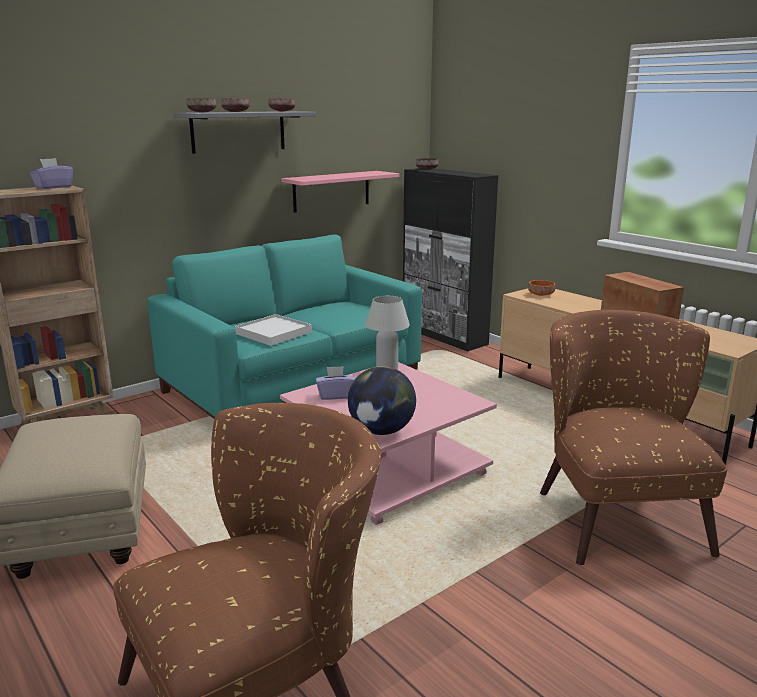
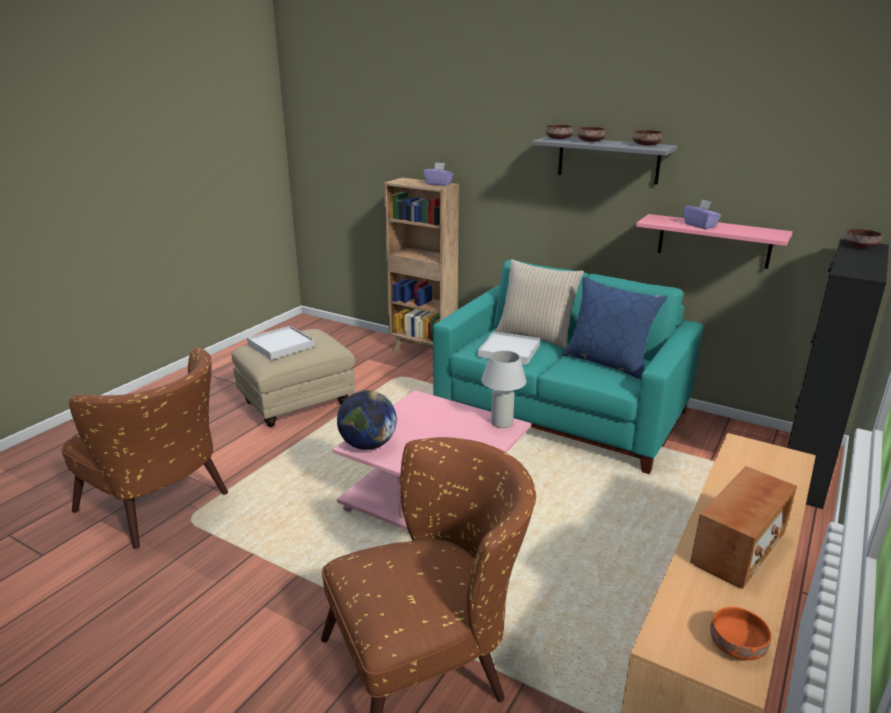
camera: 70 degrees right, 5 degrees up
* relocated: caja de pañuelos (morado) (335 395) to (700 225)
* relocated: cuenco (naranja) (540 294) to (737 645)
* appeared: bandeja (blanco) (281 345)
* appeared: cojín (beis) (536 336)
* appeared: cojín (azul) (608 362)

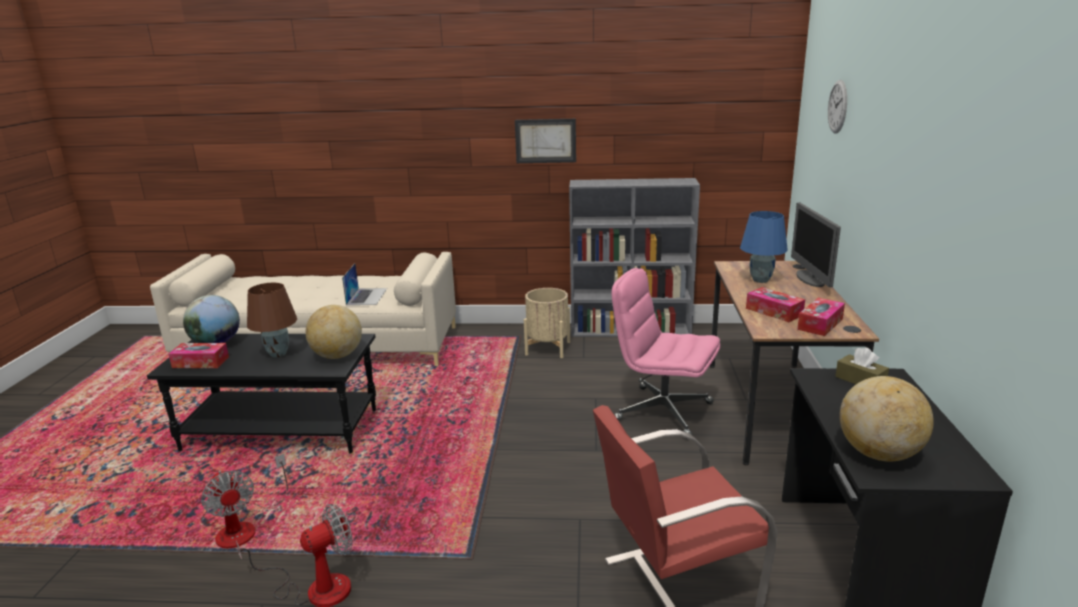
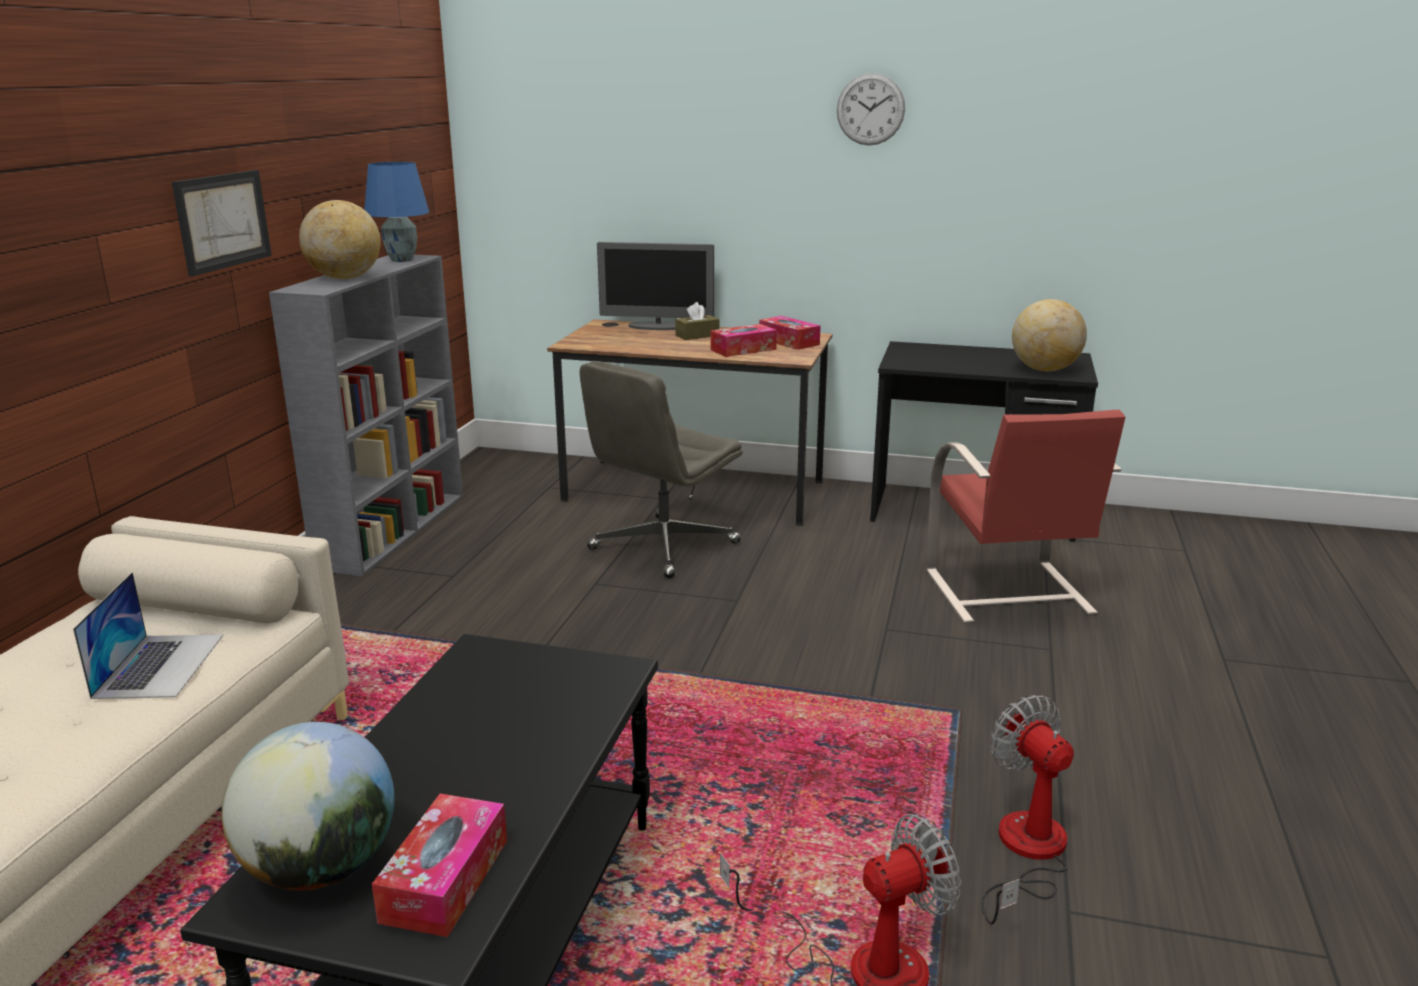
camera: 80 degrees left, 0 degrees up
* missing: lámpara de mesa (marrón) (277 354)
* relocated: globo terráqueo (337 356) to (345 278)
* spun: portátil (367 296) = (159 665) 75 degrees clockwise
* missing: maceta (beis) (548 348)
* colour: silla de oficina (rosa) (662 412) to silla de oficina (gris) (663 547)
* relocated: lámpara de mesa (azul) (760 280) to (401 260)
* relocated: reloj de pared (838 106) to (870 109)
* relocated: caja de pañuelos (marrón) (860 380) to (697 335)

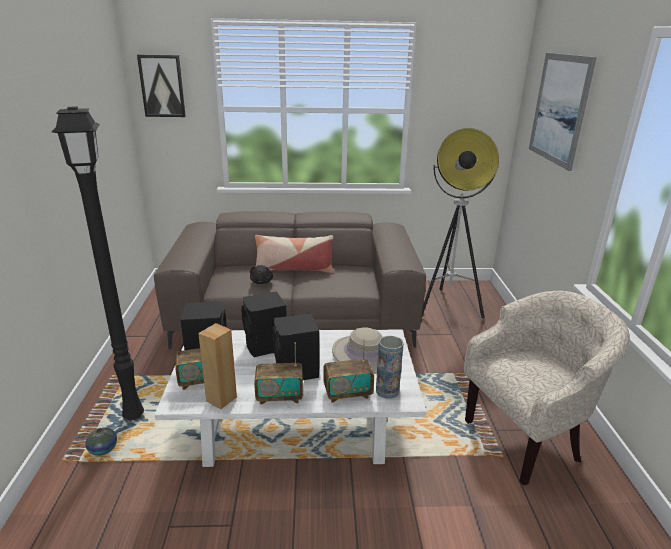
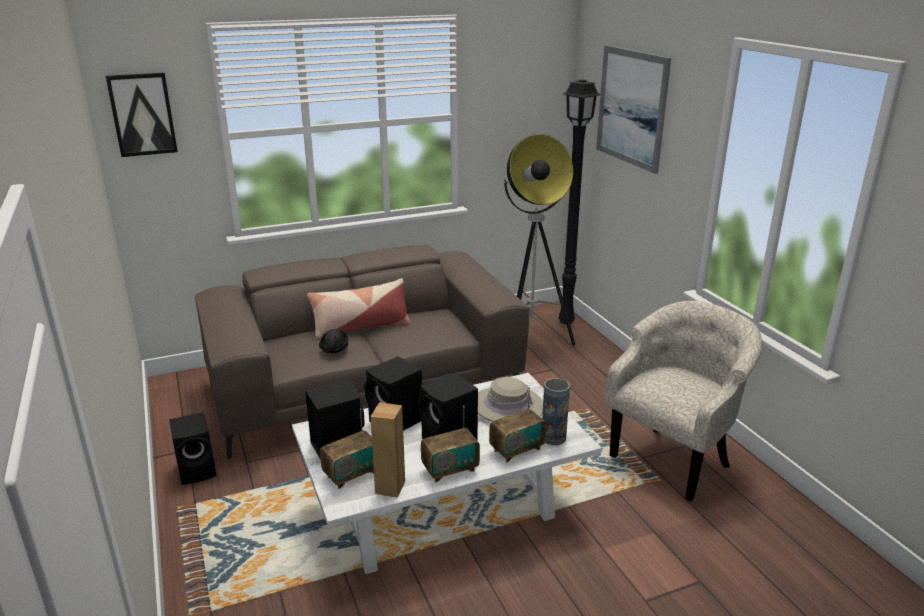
camera: 20 degrees left, 0 degrees up
* relocated: lámpara de pie (negro) (132 415) to (564 321)
* missing: florero (103 449)
* appeared: altavoz (negro) (198 470)

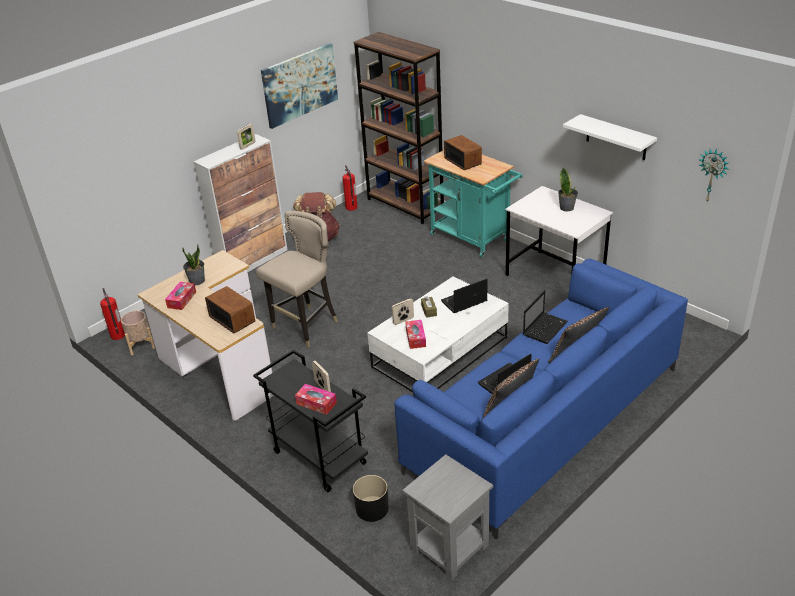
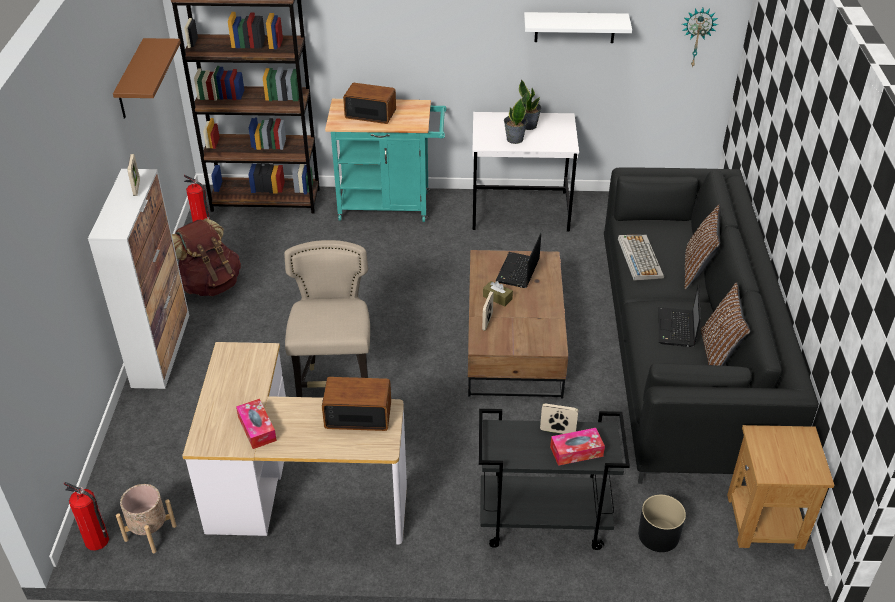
camera: 45 degrees left, 5 degrees up
* relocated: planta en maceta (197 281) to (514 139)
* exchanged: cuadro (300 85) to estante (marrón) (132 80)
* colour: mesa de centro (blanco) (439 353) to mesa de centro (marrón) (514 342)
* colour: sofá (azul) (544 419) to sofá (negro) (684 352)
* colour: mesa auxiliar (gris) (449 548) to mesa auxiliar (marrón) (765 522)
* missing: caja de pañuelos (415 338)
* exchanged: portátil (545 328) to teclado (639 257)

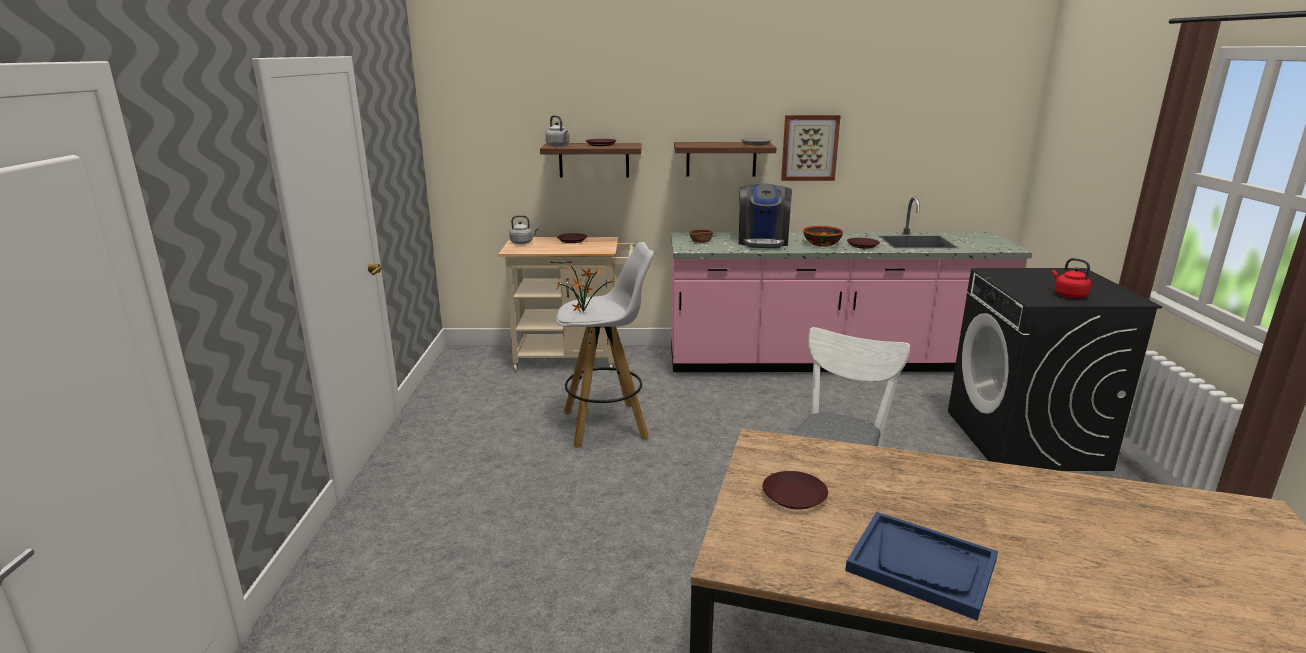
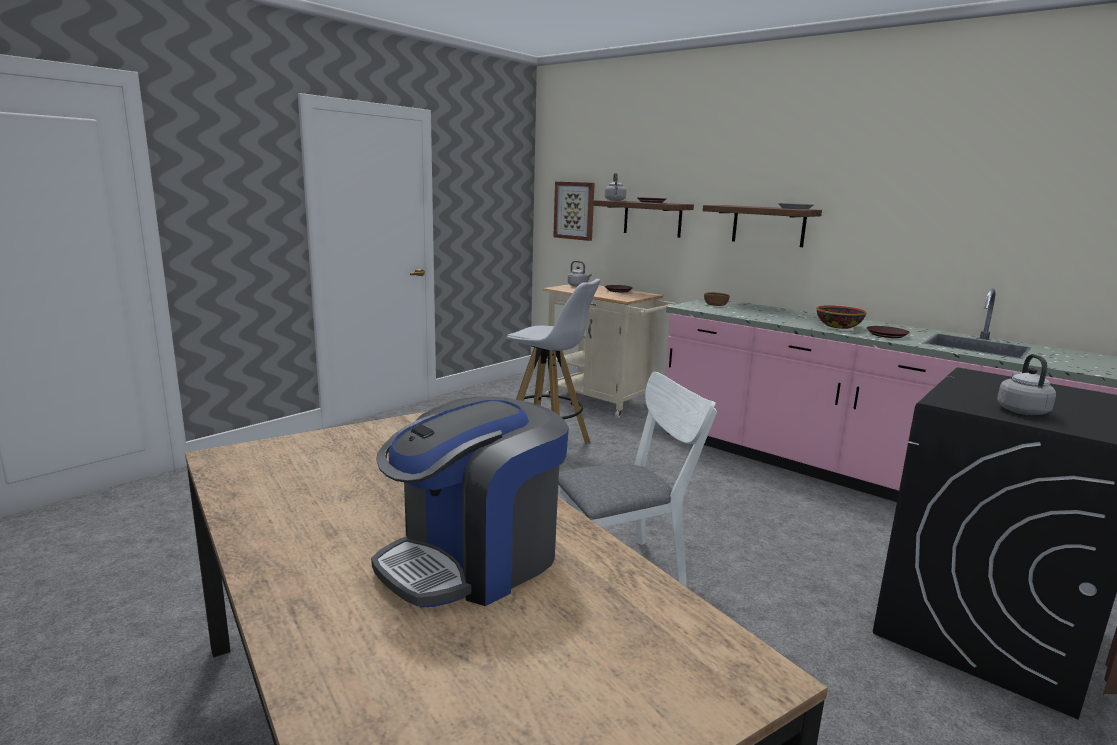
camera: 40 degrees right, 5 degrees down
* missing: planta en maceta (584 312)
* relocated: cafetera (763 241) to (474 560)
* missing: plato (marrón) (793 495)
* relocated: cuadro (809 147) to (574 210)
* missing: bandeja (azul) (921 566)
* colour: hervidor (rojo) (1068 295) to hervidor (gris) (1021 410)

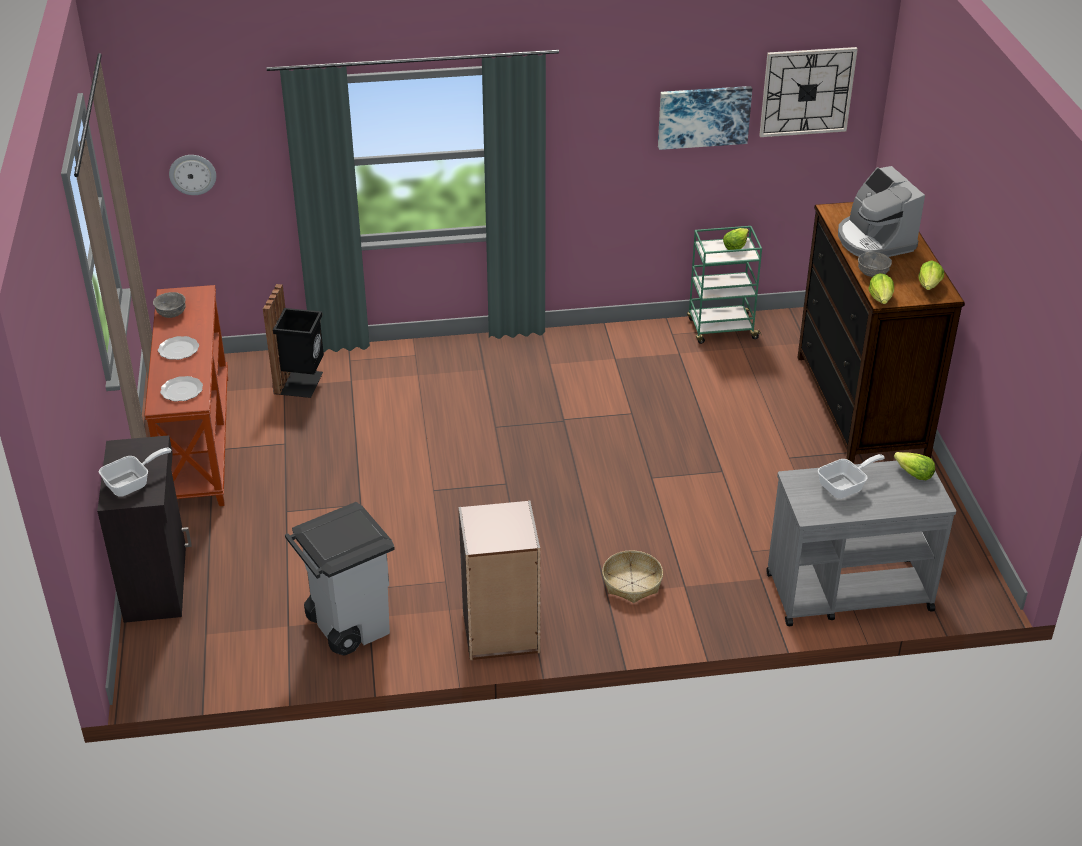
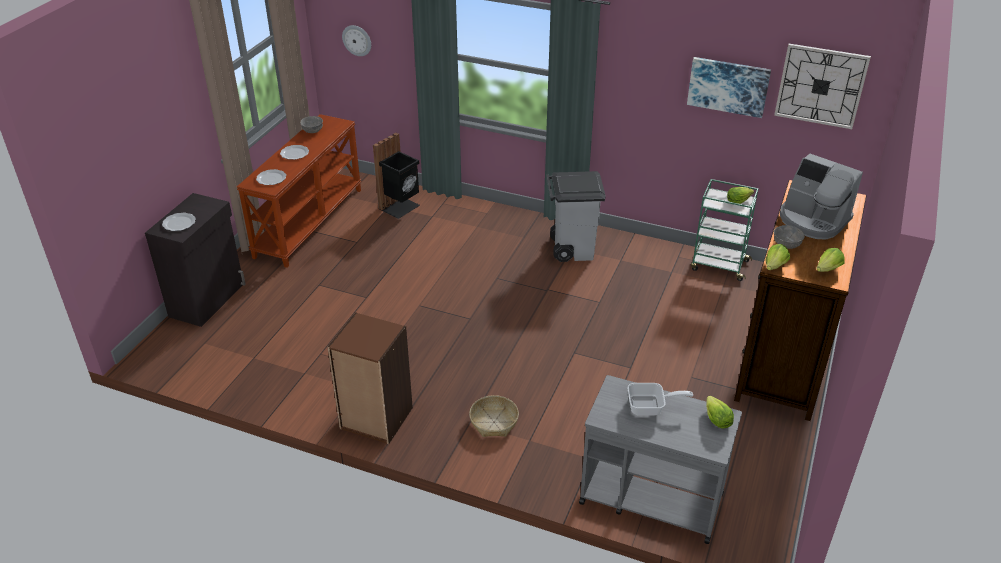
camera: 30 degrees right, 0 degrees up
* exchanged: sartén (132 483) to plato (179 223)
* relocated: papelera (gris) (347 626) to (571 249)
* spun: cafetera (874 240) = (813 220) 60 degrees counterclockwise

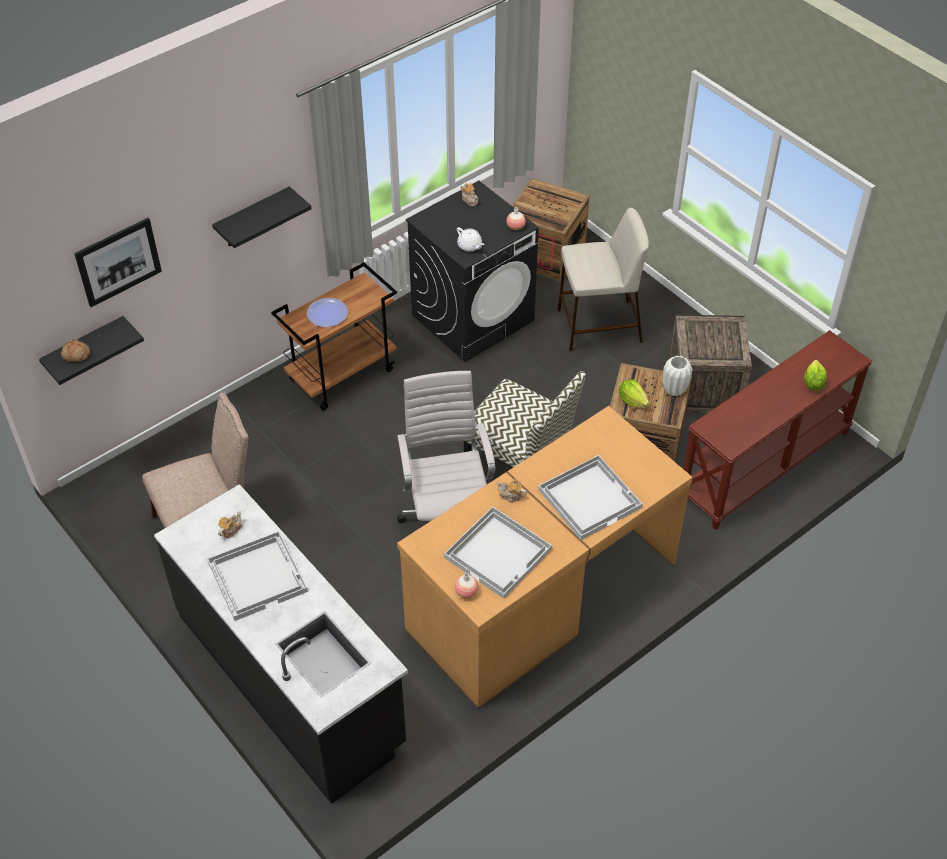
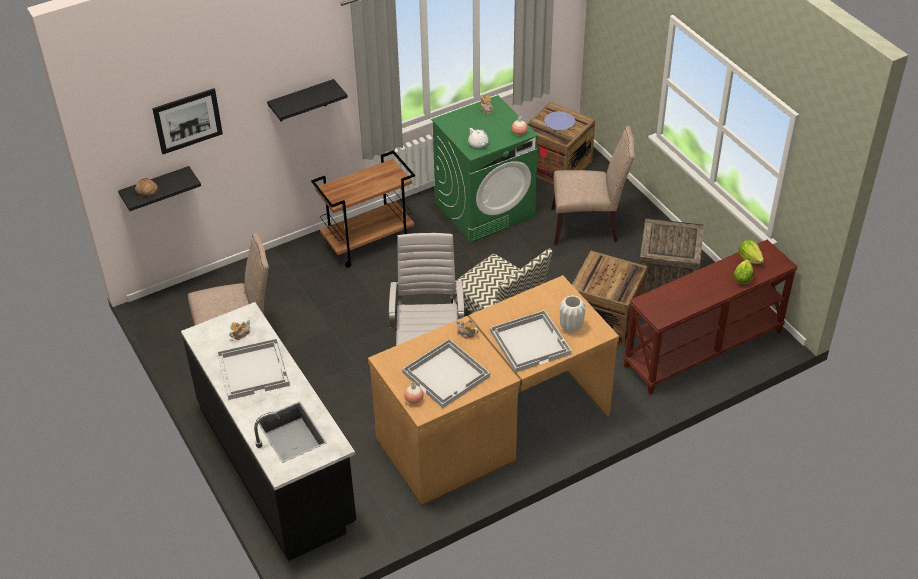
camera: 10 degrees right, 5 degrees down
* relocated: plato (327 313) to (559 122)
* colour: lavadora (negro) (473 317) to lavadora (verde) (485 209)
* exchanged: taburete (beis) (598 326) to silla (beis) (587 226)
* relocated: lechuga (632 400) to (749 258)
* relocated: florero (blanco) (674 390) to (570 327)

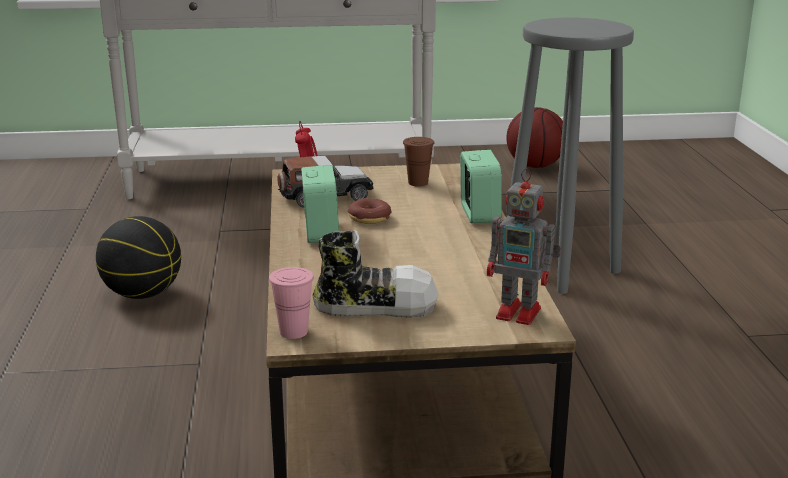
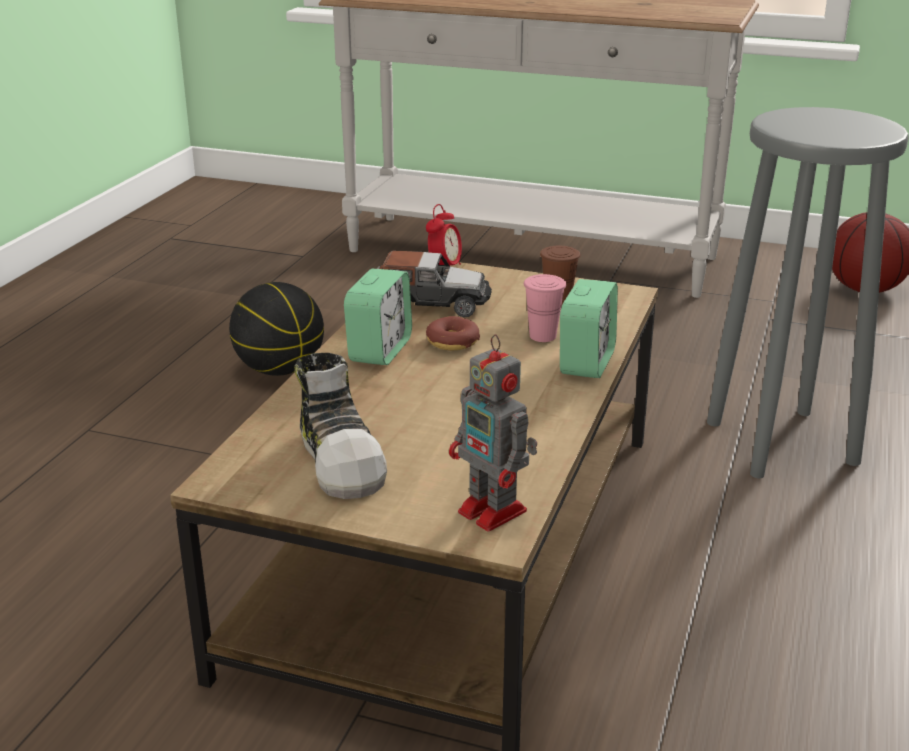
camera: 25 degrees right, 5 degrees up
* relocated: taza (rosa) (293 332) to (542 336)
* spun: zapato (375 305) = (342 460) 45 degrees clockwise

